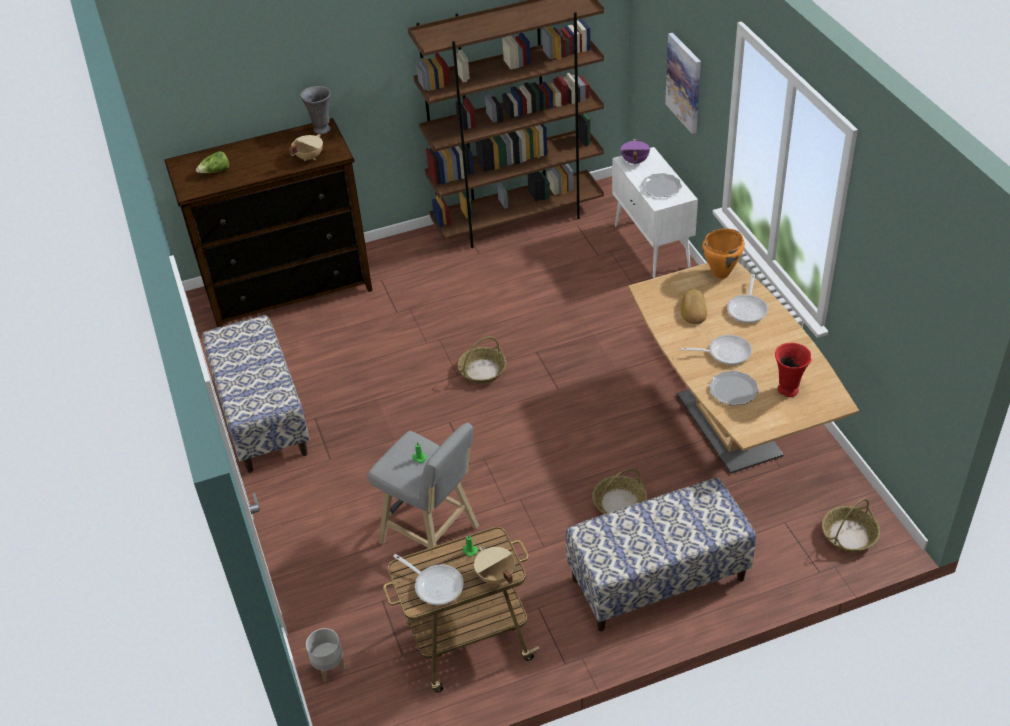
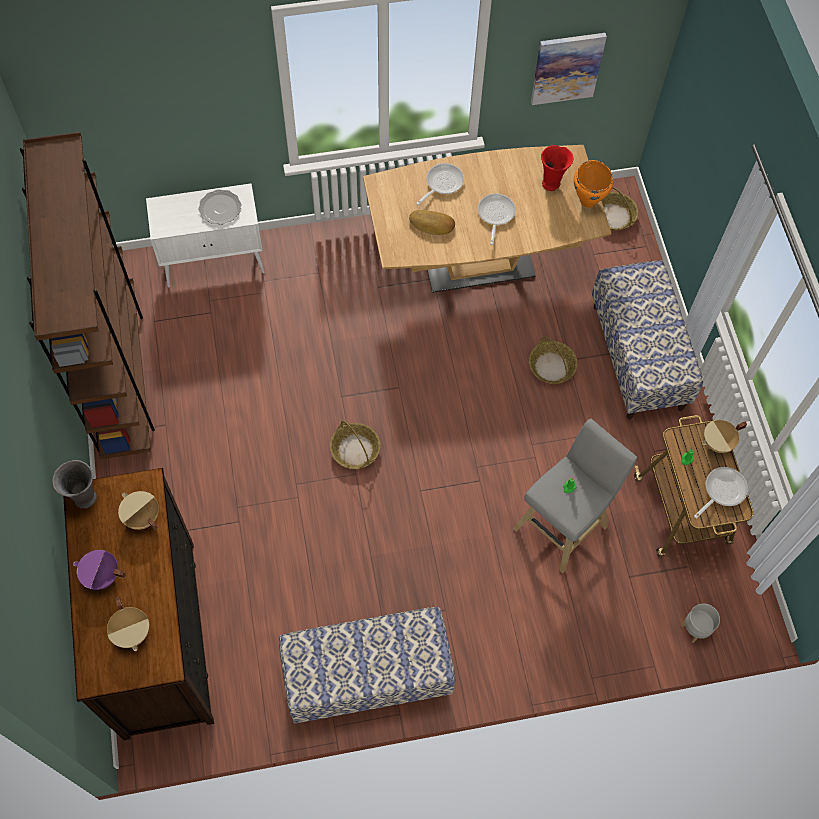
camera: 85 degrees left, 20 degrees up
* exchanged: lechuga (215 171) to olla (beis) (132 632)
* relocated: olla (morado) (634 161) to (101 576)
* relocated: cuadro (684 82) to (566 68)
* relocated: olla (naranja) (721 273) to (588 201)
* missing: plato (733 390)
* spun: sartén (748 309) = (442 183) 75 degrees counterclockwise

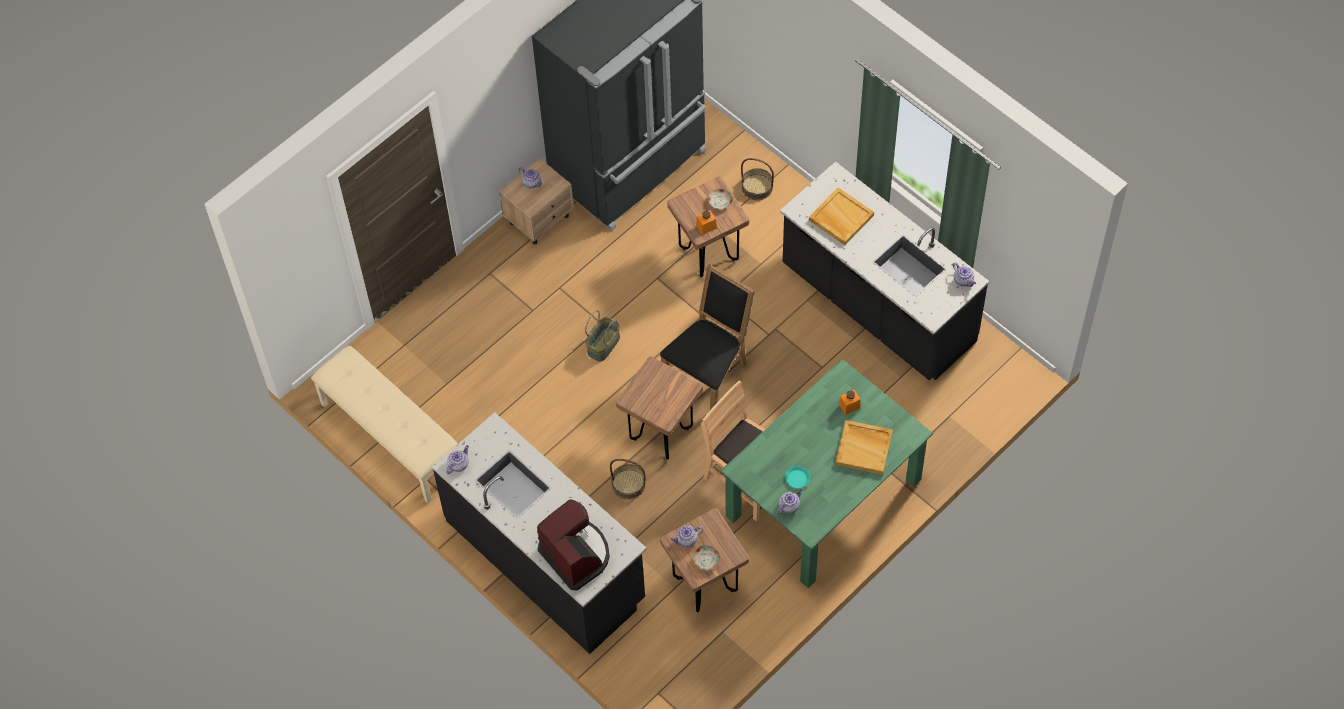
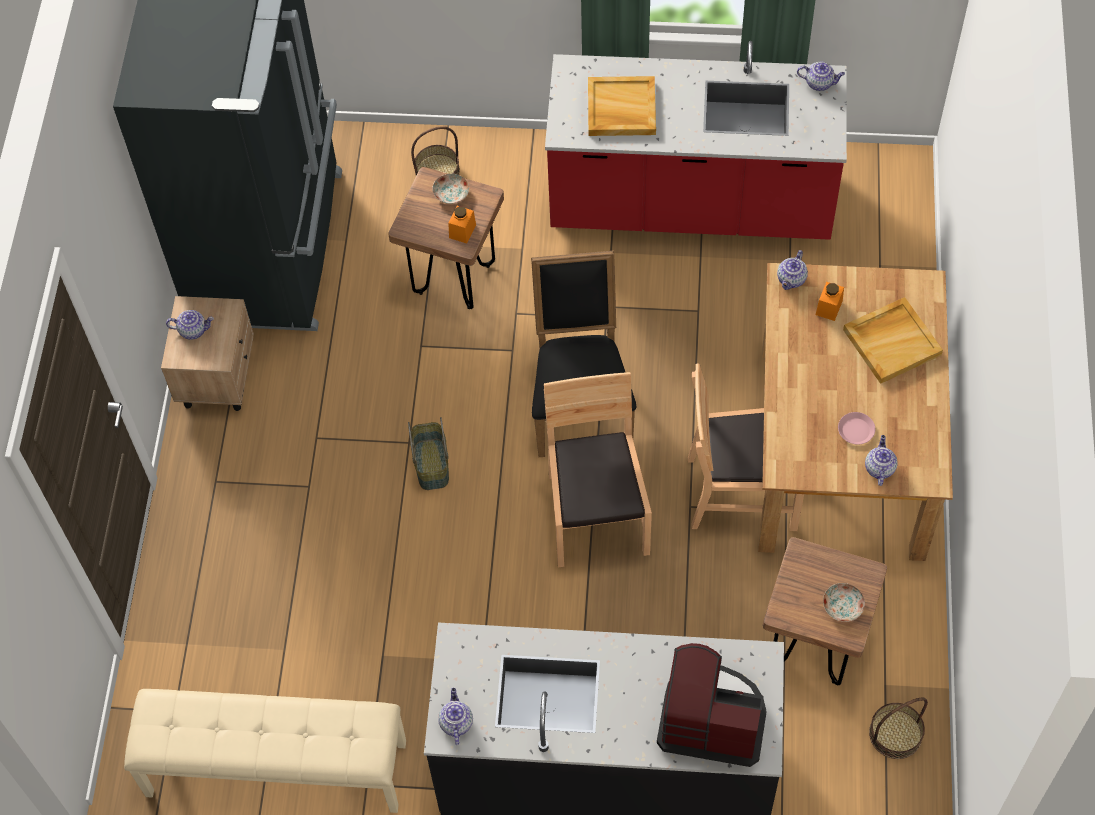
camera: 40 degrees left, 0 degrees up
* relocated: cesta (628 484) to (895 734)
* exchanged: taburete (marrón) (661 434) to silla (marrón) (596 515)
* relocated: tetera (686 540) to (791 280)
* colour: mesa de comedor (verde) (823 496) to mesa de comedor (marrón) (839 447)
* colour: mueble bajo de cocina (negro) (877 306) to mueble bajo de cocina (rojo) (691 205)
* colour: plato (turquesa) (797 478) to plato (rosa) (856 430)

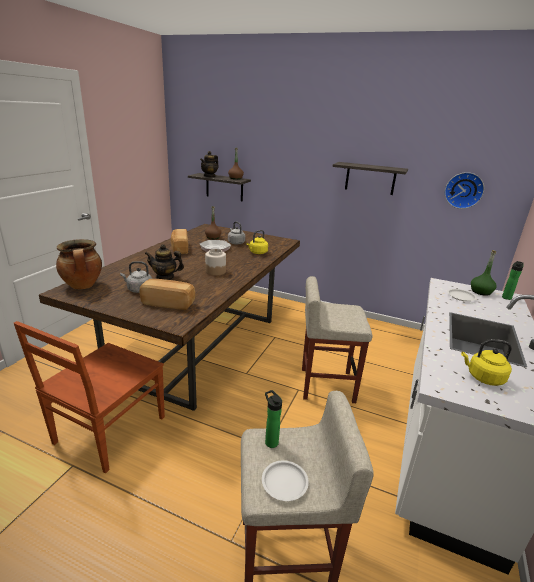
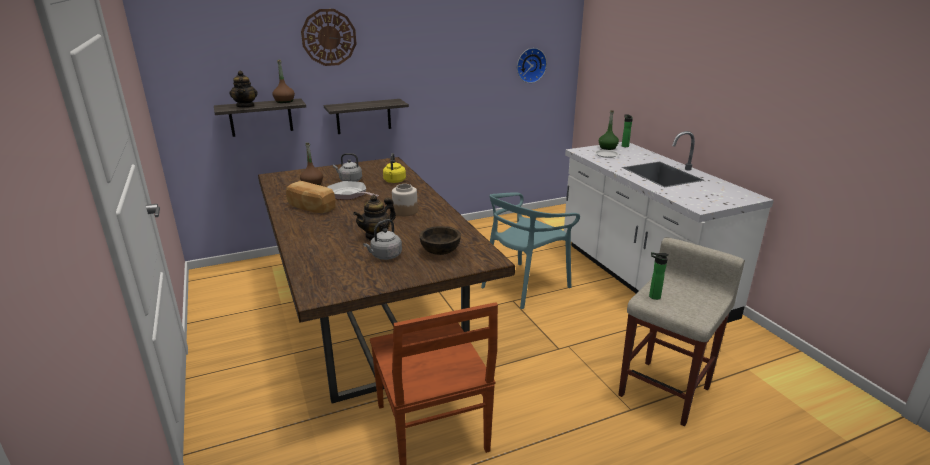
camera: 45 degrees left, 0 degrees up
* missing: olla (83 286)
* exchanged: pan (168 303) to cuenco (marrón) (440 251)
* missing: plato (blanco) (284 483)
* exchanged: taburete (beis) (326 385) to silla (turquesa) (524 285)
* relocated: estante (370 178) to (363 116)
* missing: hervidor (amarillo) (483 377)
* appeared: reloj de pared (329 37)

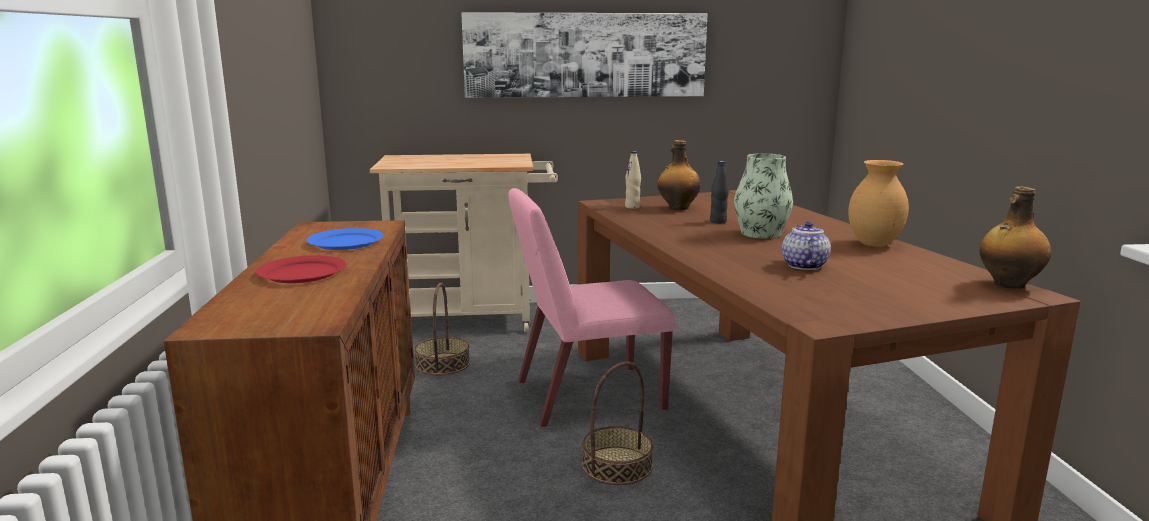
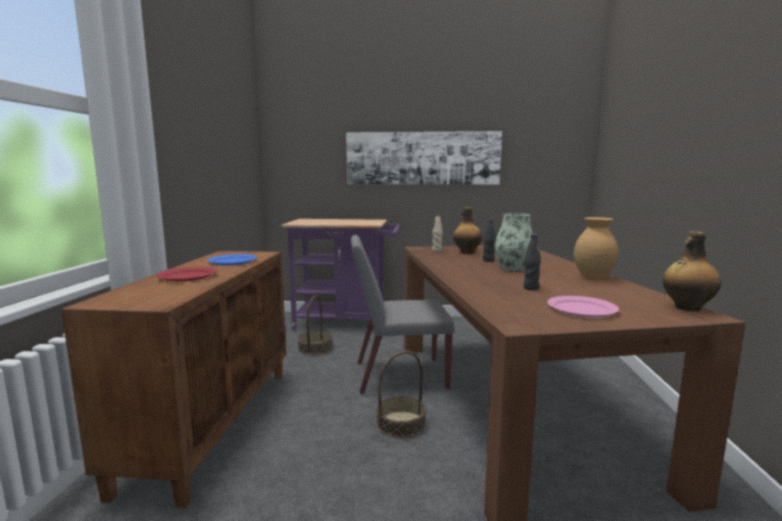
camera: 10 degrees right, 5 degrees down
* colour: carrito (beis) (473 319) to carrito (morado) (346 322)
* colour: silla (rosa) (587 396) to silla (gris) (399 375)
* exchanged: tetera (803 265) to botella (negro) (531 288)
* appeared: plato (rosa) (581 309)

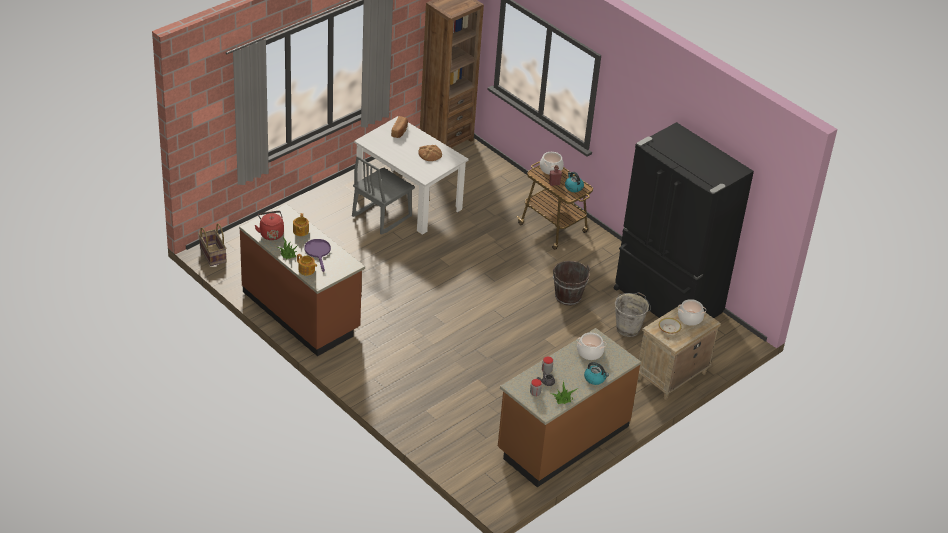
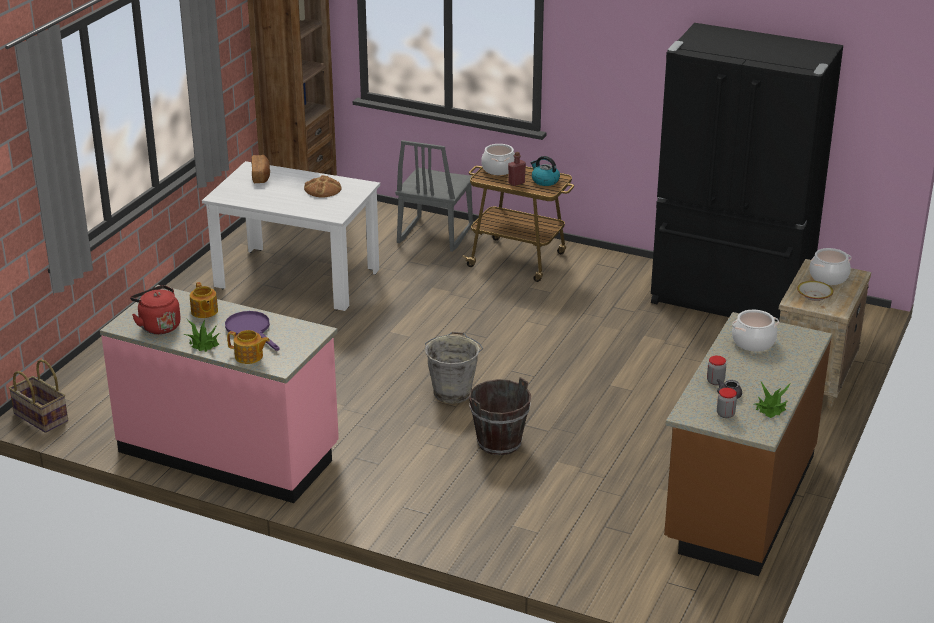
camera: 20 degrees left, 10 degrees down
* colour: mueble bajo de cocina (marrón) (302 311) to mueble bajo de cocina (rosa) (229 451)
* relocated: silla (gris) (381 216) to (434 234)
* relocated: cubo (marrón) (568 297) to (499 443)
* missing: hervidor (595 379)
* relocated: cubo (gris) (628 328) to (453 392)

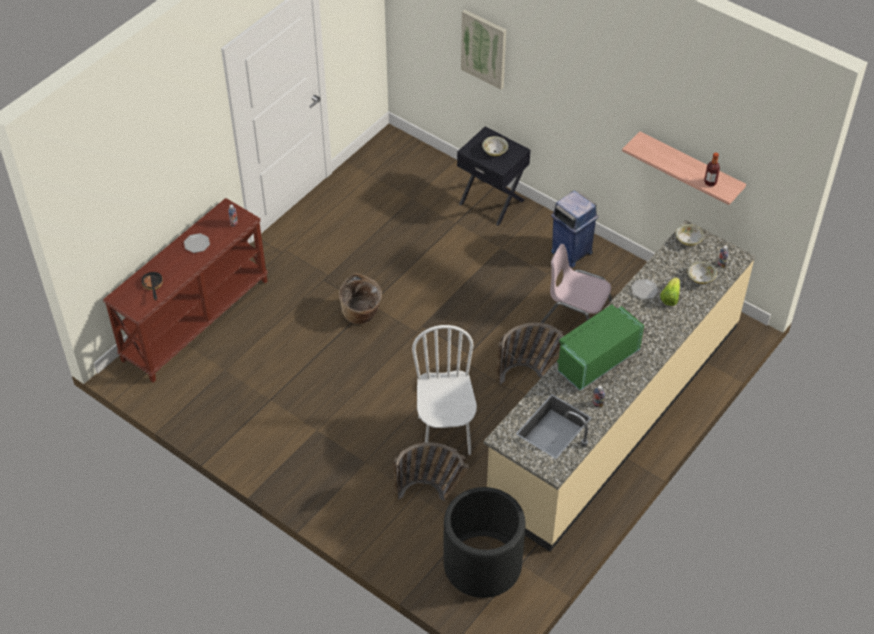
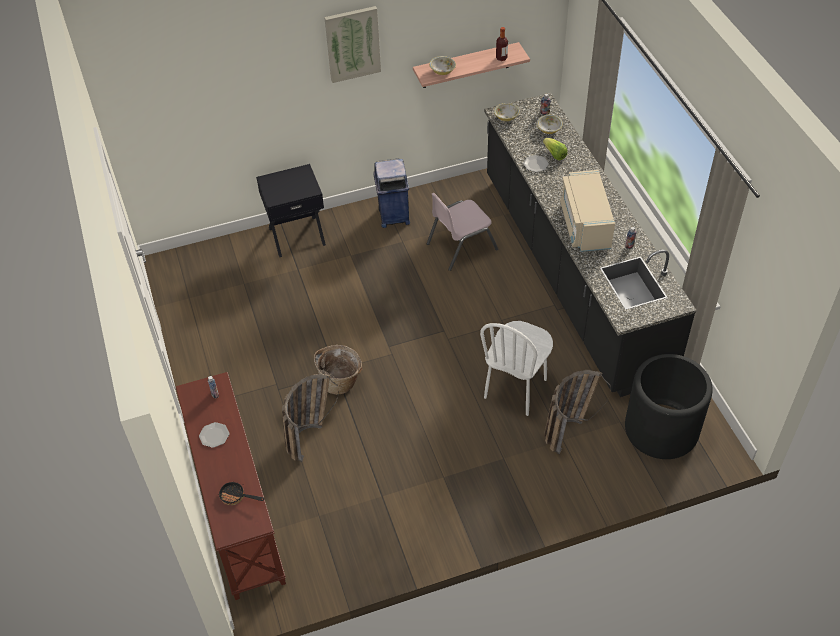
camera: 55 degrees left, 0 degrees up
* spun: silla (blanco) (445 435) = (516 389) 90 degrees counterclockwise
* relocated: cuadro (484 48) to (352 44)
* relocated: cuenco (494 151) to (442 71)
* colour: mueble bajo de cocina (beis) (615 413) to mueble bajo de cocina (negro) (572 273)
* relocated: cesta (529 374) to (310 434)
* colour: microondas (verde) (597 360) to microondas (beis) (585 225)

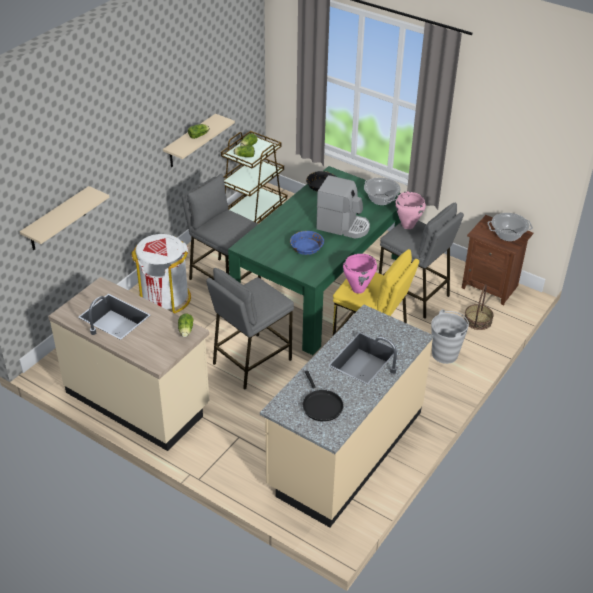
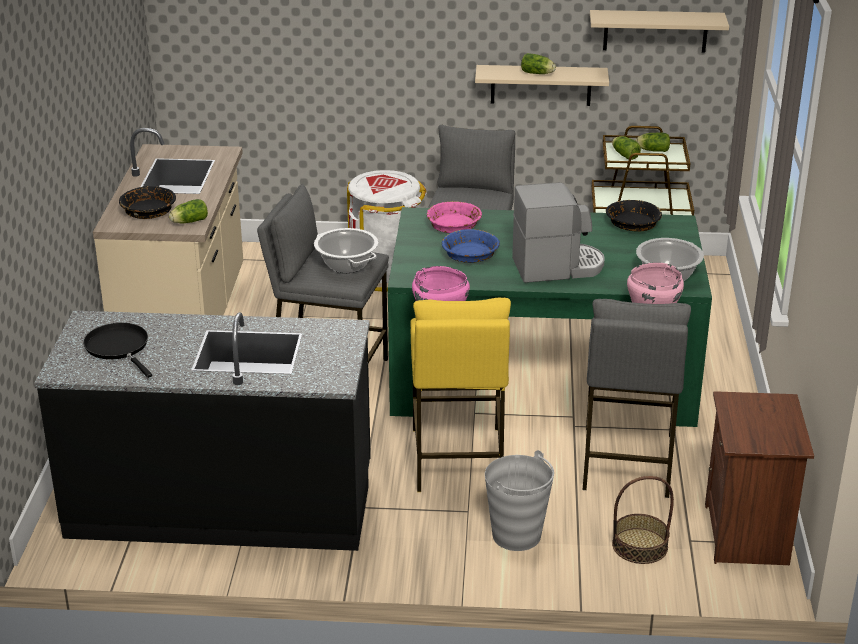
camera: 60 degrees right, 10 degrees down
* relocated: estante (beis) (57 219) to (655 31)
* colour: mueble bajo de cocina (beis) (345 449) to mueble bajo de cocina (negro) (221 504)
* spun: sartén (negro) (321 405) = (119 348) 105 degrees clockwise
* spun: cafetera (343 226) = (557 267) 90 degrees counterclockwise
* relocated: olla (508 235) to (347 265)
* appeared: cuenco (negro) (148 212)
* appeared: cuenco (rosa) (454 226)

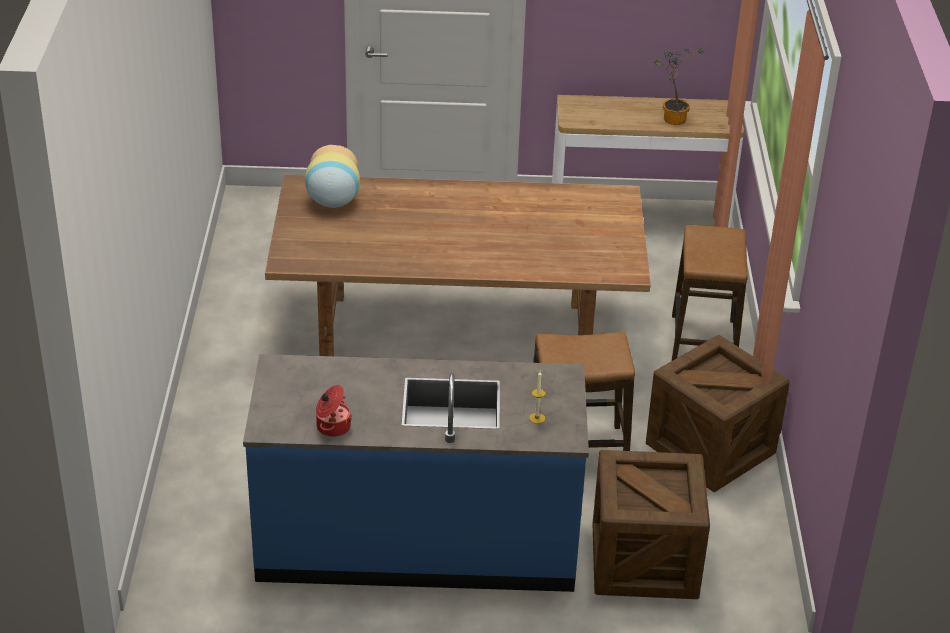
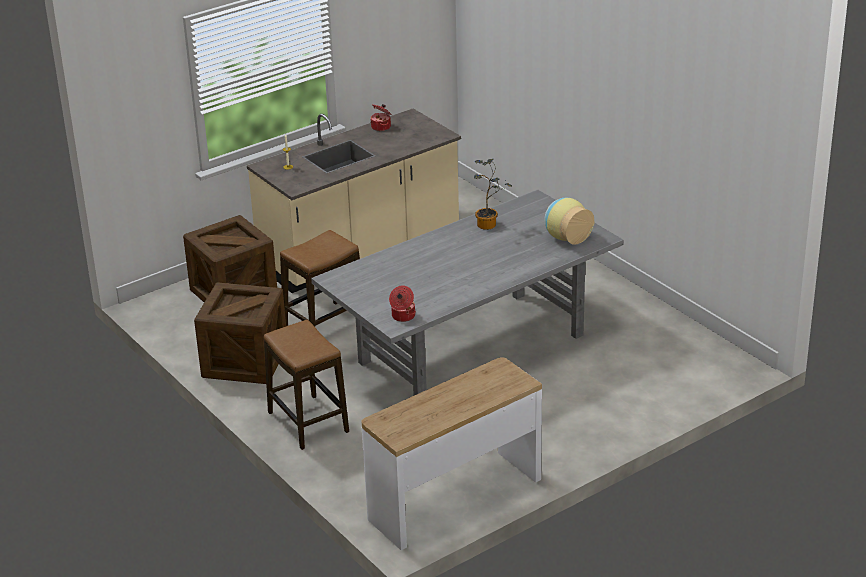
camera: 145 degrees right, 5 degrees down
* colour: mueble bajo de cocina (azul) (417 541) to mueble bajo de cocina (beis) (361 251)
* colour: mesa de comedor (marrón) (458 338) to mesa de comedor (gris) (470 349)
* relocated: planta en maceta (672 117) to (489 225)
* appeared: olla (402 316)

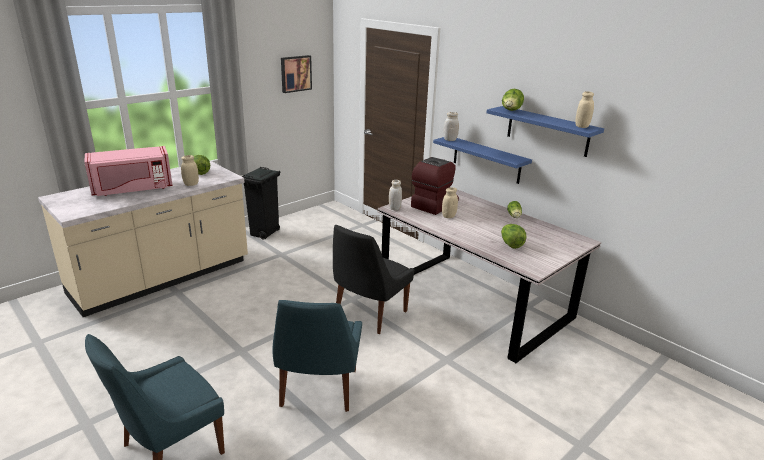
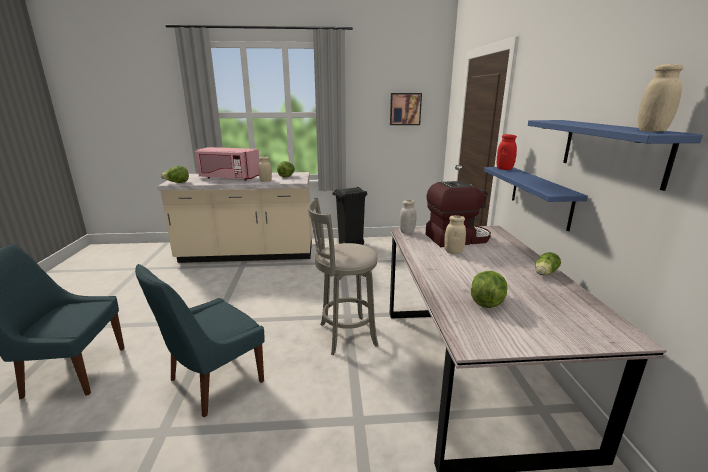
camera: 40 degrees right, 5 degrees down
* exchanged: silla (negro) (369 314) to taburete (gris) (344 335)
* colour: tarro (blanco) (450 140) to tarro (rojo) (504 169)
* relocated: lechuga (511 111) to (177 183)

